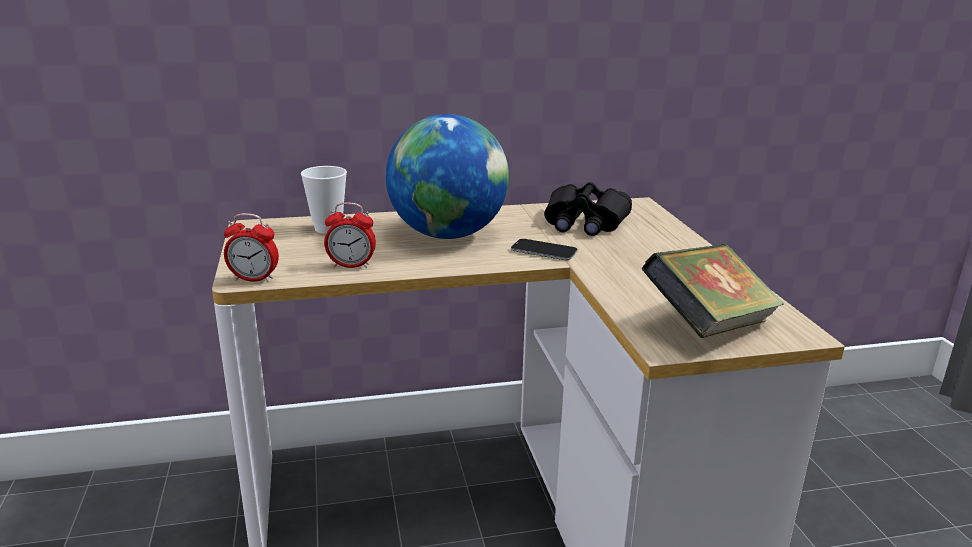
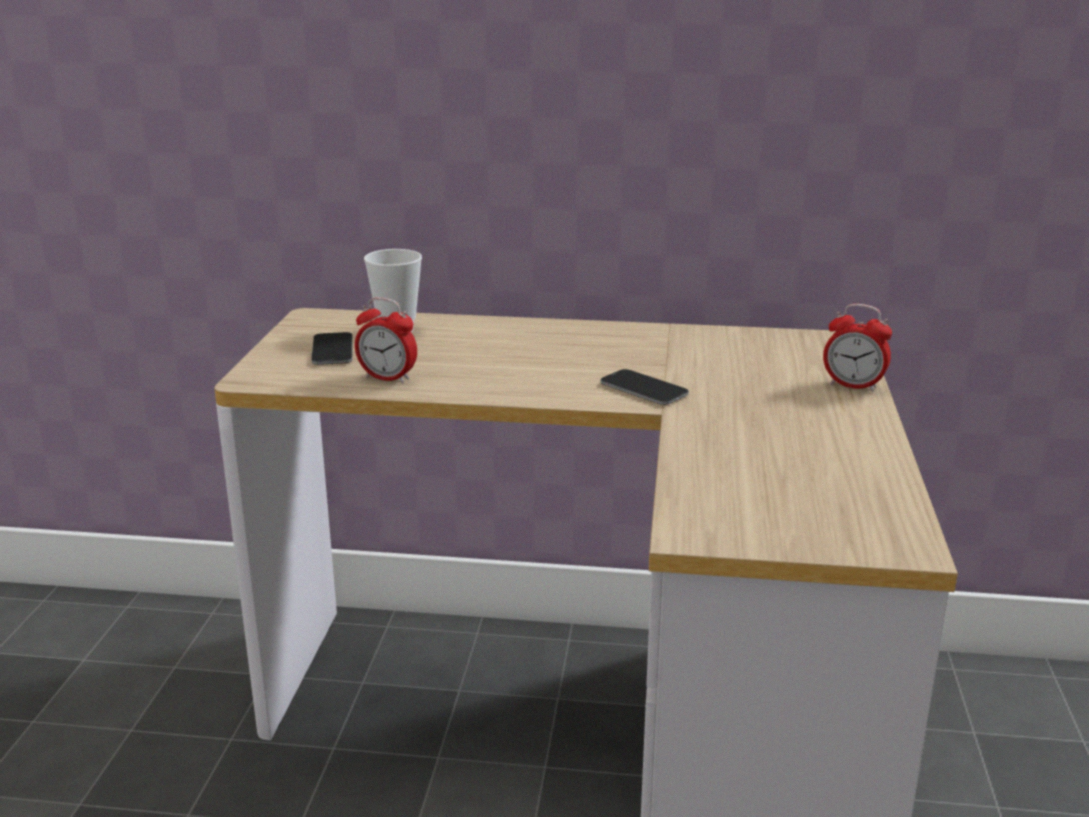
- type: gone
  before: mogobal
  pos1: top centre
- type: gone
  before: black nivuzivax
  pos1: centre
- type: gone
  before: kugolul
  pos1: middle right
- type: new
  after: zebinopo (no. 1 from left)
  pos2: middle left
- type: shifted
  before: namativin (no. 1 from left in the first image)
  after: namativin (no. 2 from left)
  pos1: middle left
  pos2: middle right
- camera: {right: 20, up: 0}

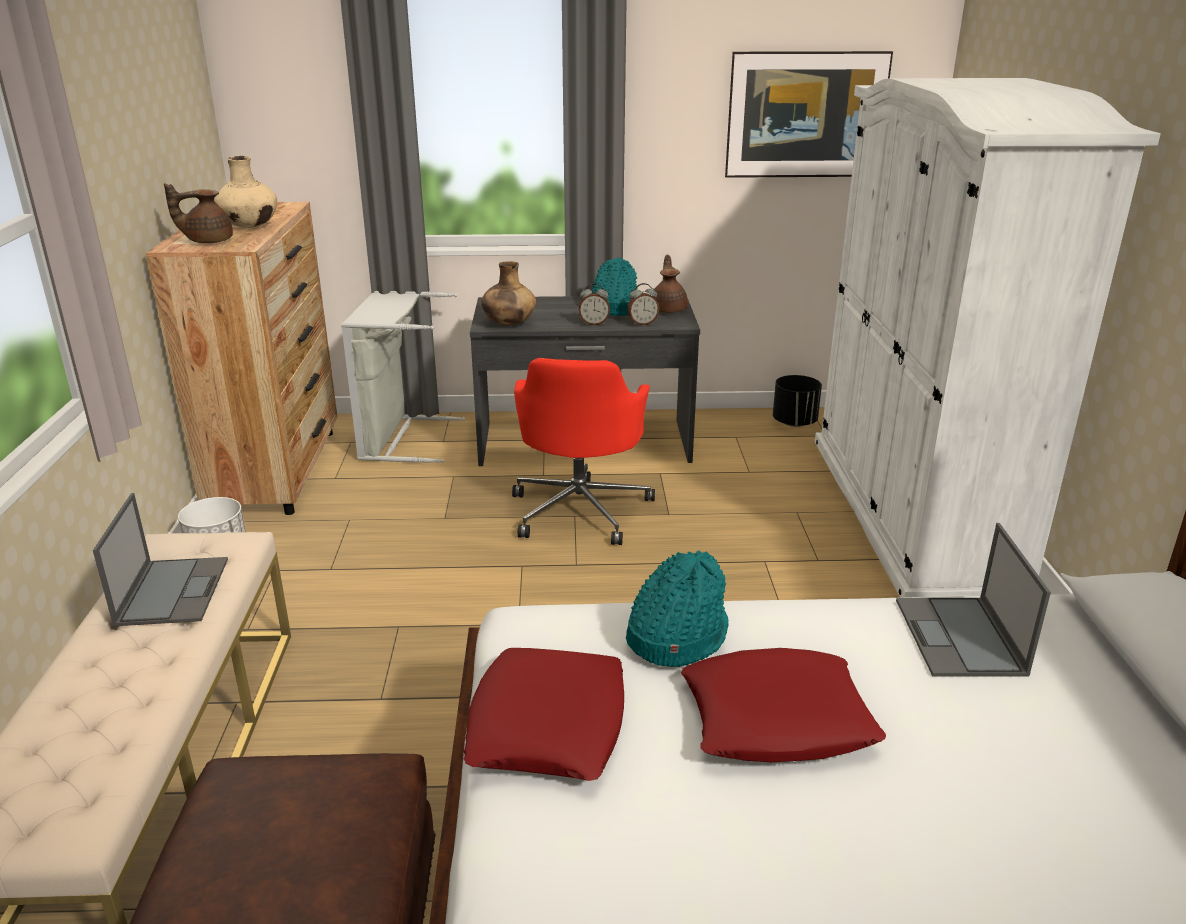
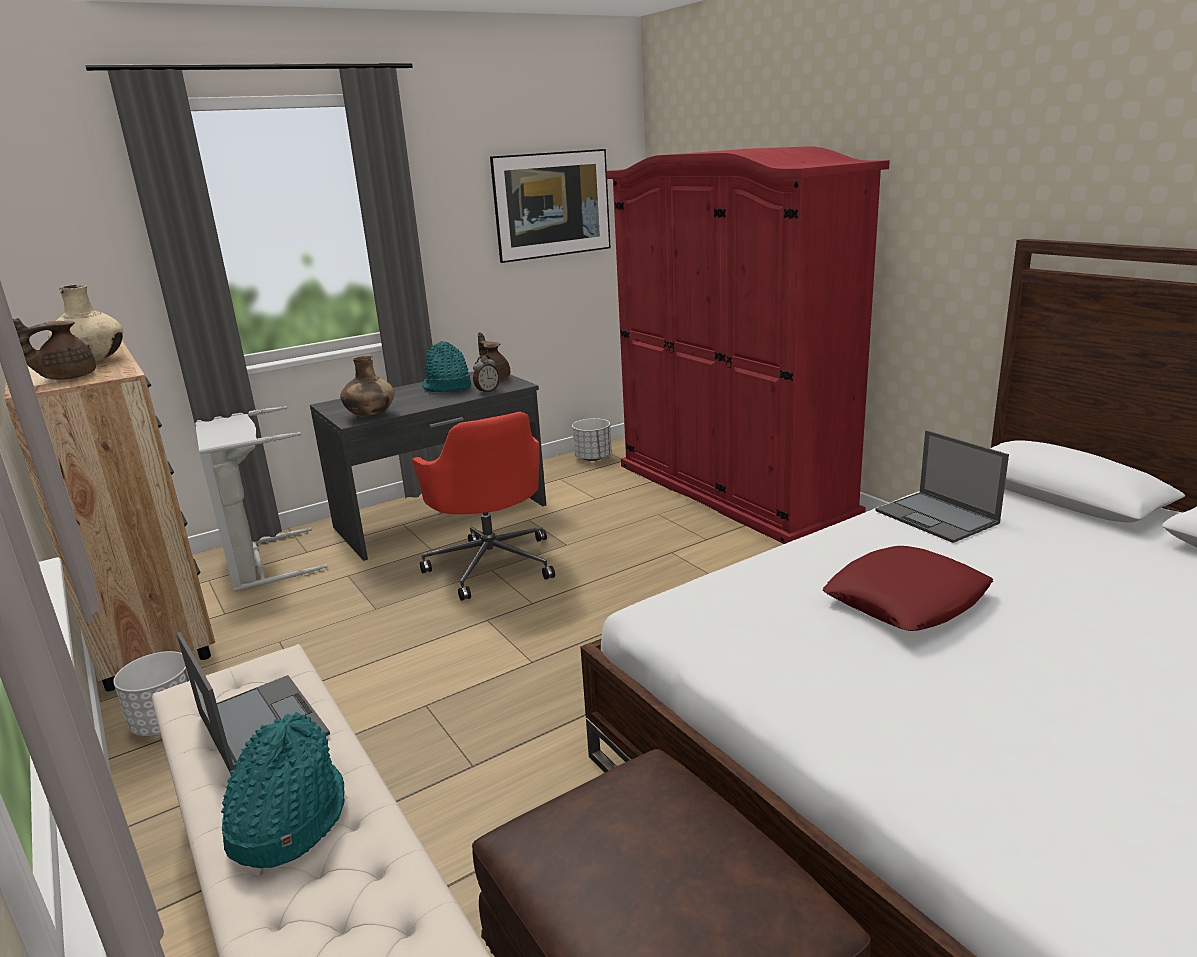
- type: gone
  before: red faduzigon (no. 1 from left)
  pos1: bottom centre
- type: gone
  before: namativin (no. 1 from left)
  pos1: top centre
- type: shifted
  before: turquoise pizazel (no. 2 from left in the first image)
  after: turquoise pizazel (no. 1 from left)
  pos1: centre
  pos2: bottom left
- type: repainted
  before: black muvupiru
  after: white muvupiru (no. 2 from left)
  pos1: middle right
  pos2: centre
- type: repainted
  before: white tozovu
  after: red tozovu
  pos1: middle right
  pos2: centre
- camera: {right: -30, up: -5}

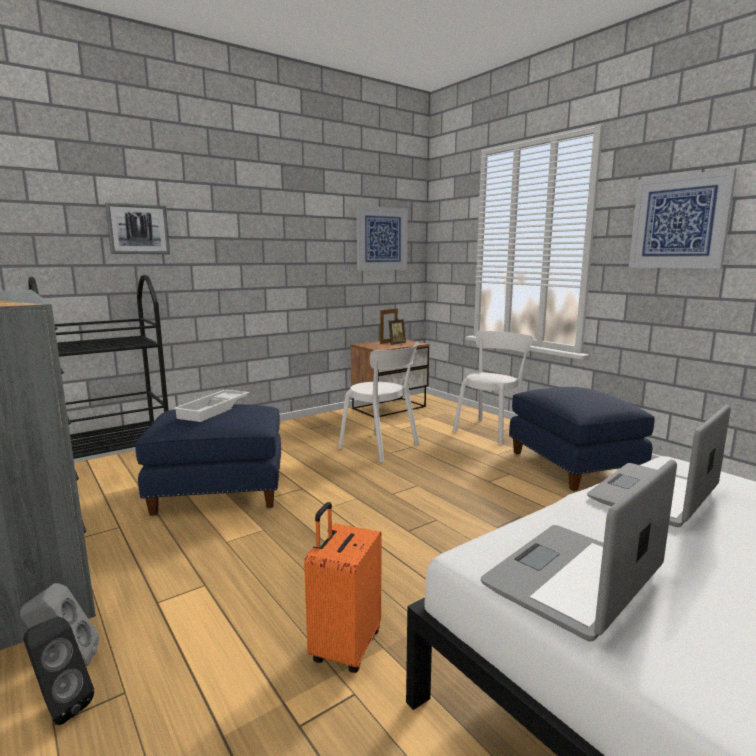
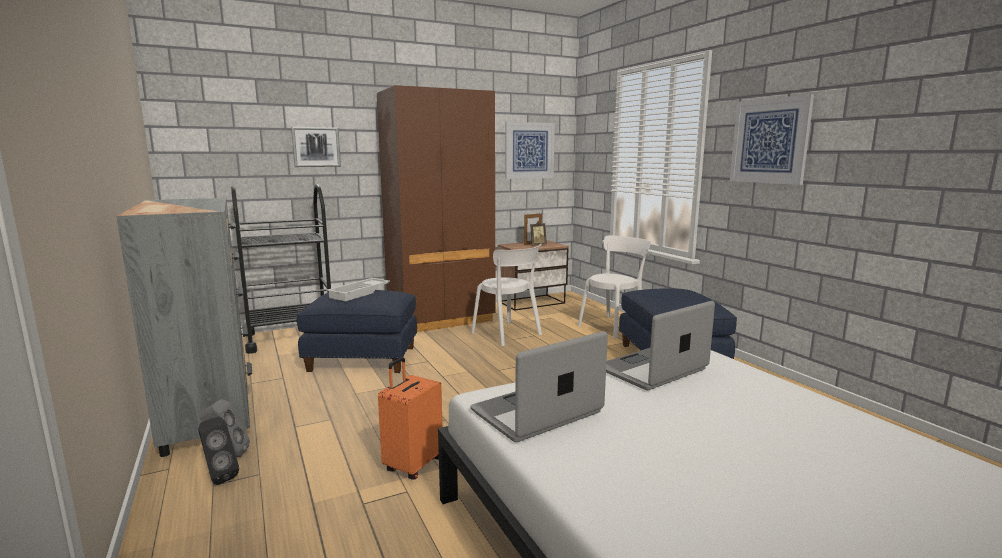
- type: new
  after: brown tozovu
  pos2: centre
- camera: {right: 10, up: 0}

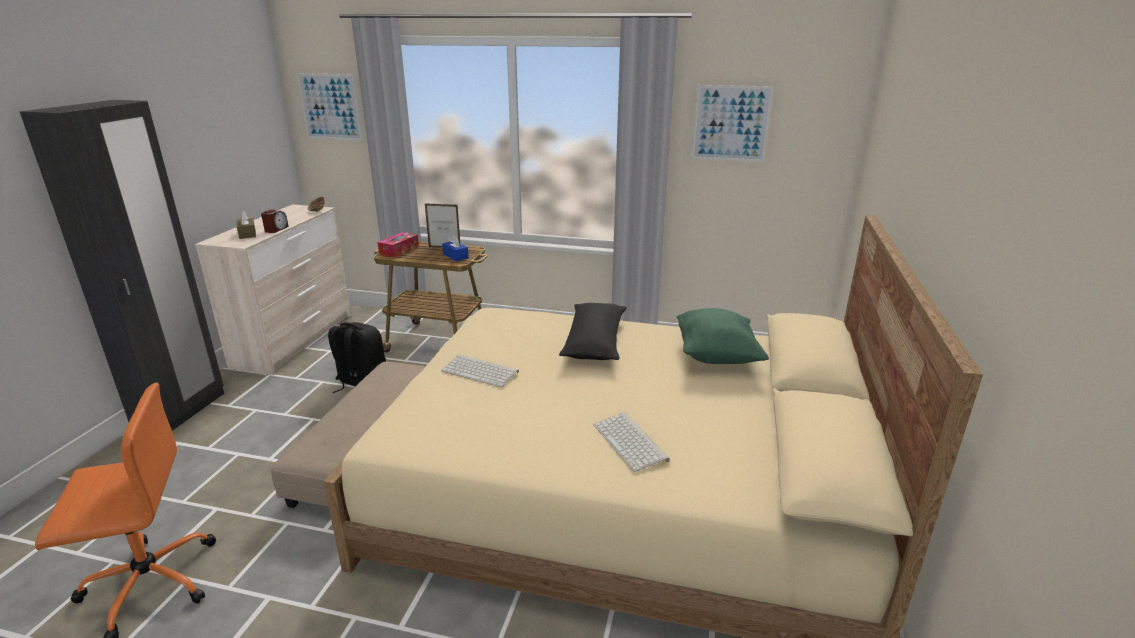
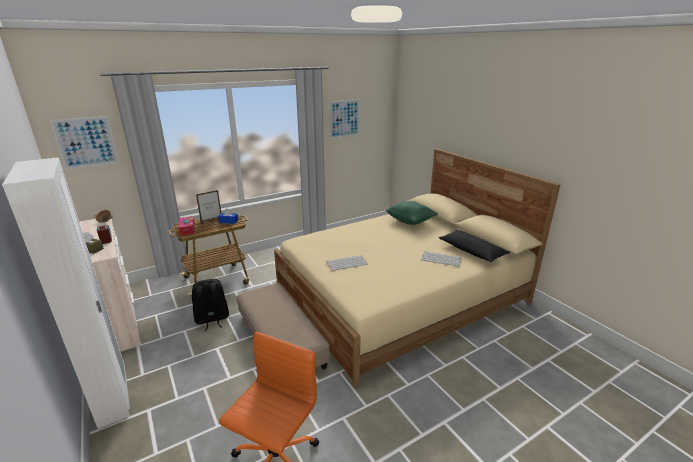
- type: shifted
  before: black faduzigon
  pos1: centre
  pos2: middle right
- type: repainted
  before: black tozovu
  after: white tozovu
  pos1: middle left
  pos2: middle left
- camera: {right: -45, up: 0}

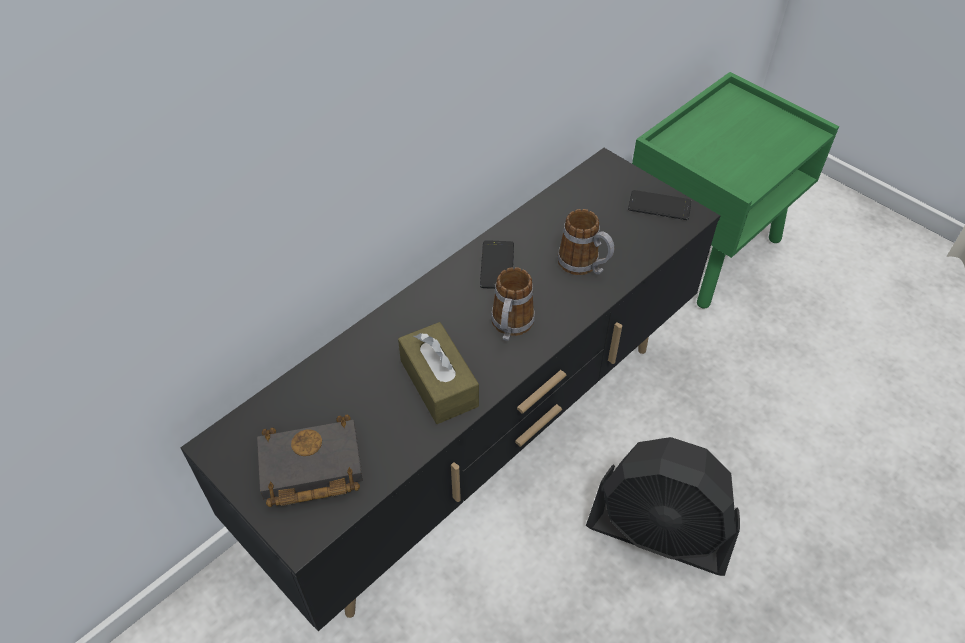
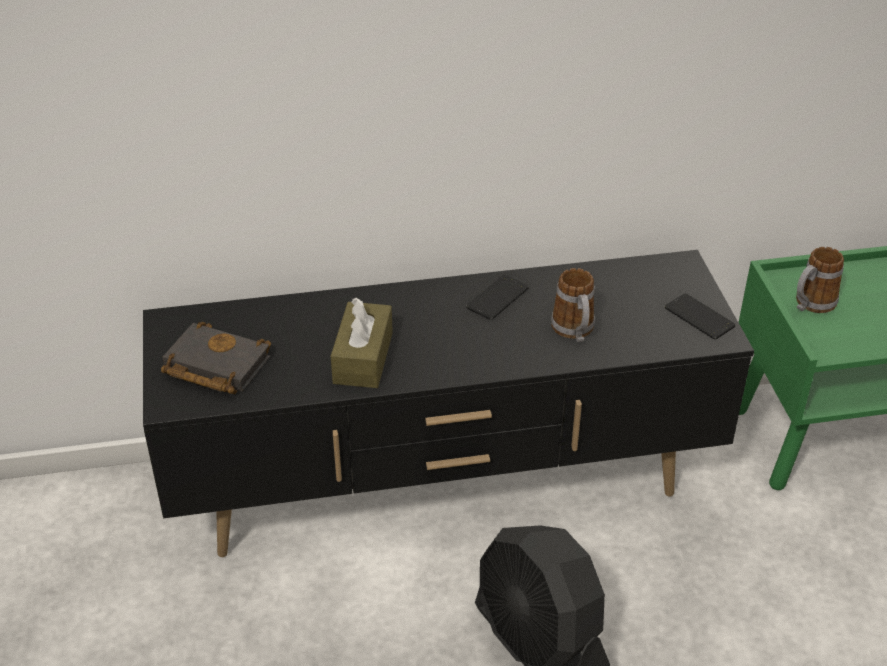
- type: shifted
  before: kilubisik (no. 1 from left in the first image)
  after: kilubisik (no. 2 from left)
  pos1: centre
  pos2: middle right
- camera: {right: 35, up: -10}

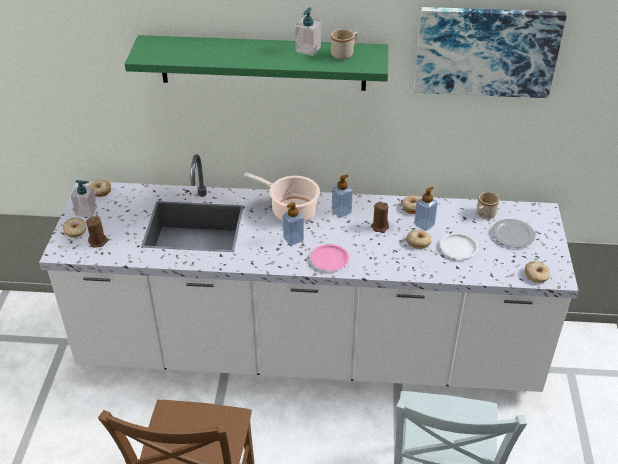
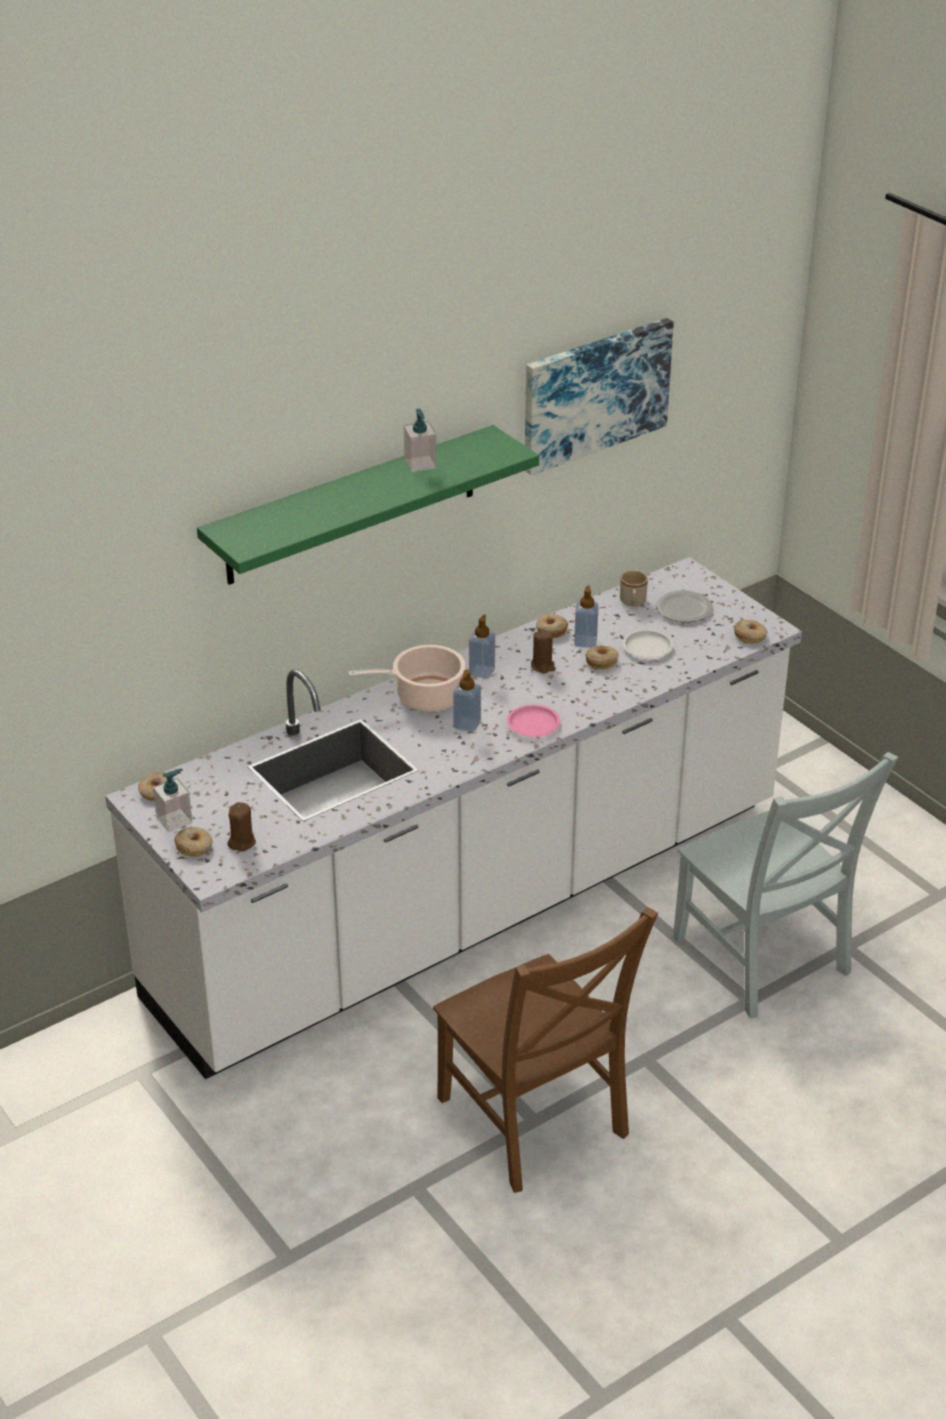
- type: gone
  before: beige kilubisik (no. 1 from left)
  pos1: top centre
- camera: {right: -40, up: -5}

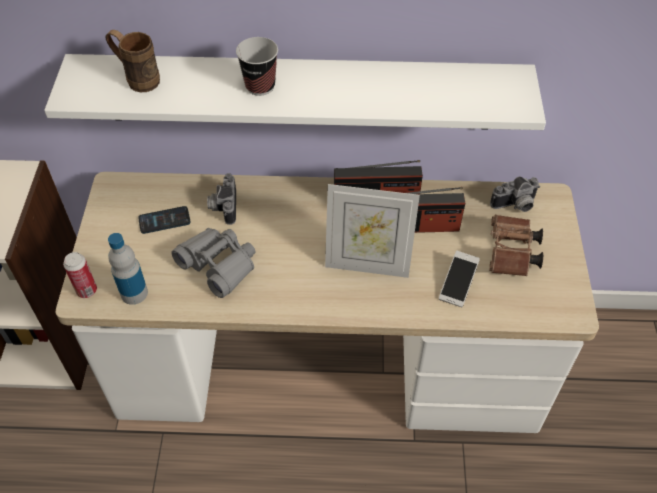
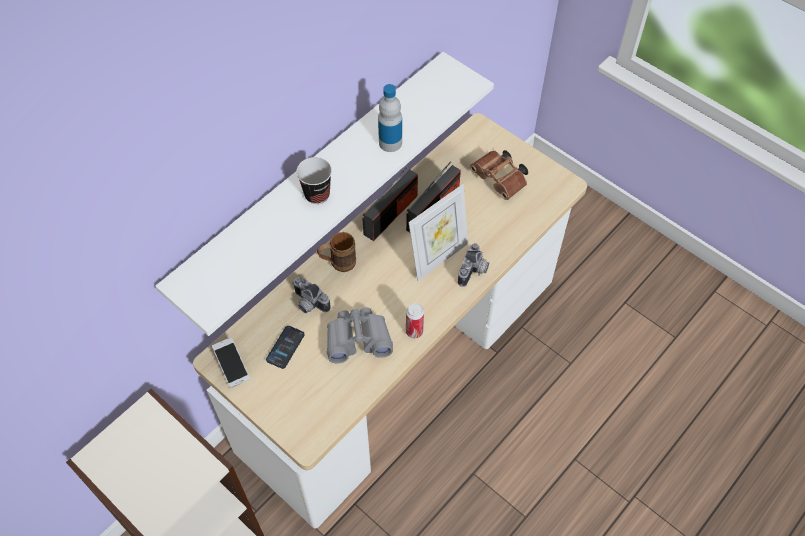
- type: shifted
  before: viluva
  pos1: middle left
  pos2: centre
- type: shifted
  before: brown kilubisik
  pos1: top left
  pos2: centre
- type: shifted
  before: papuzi
  pos1: middle left
  pos2: top centre
- type: shifted
  before: zebinopo (no. 2 from left in the first image)
  after: zebinopo (no. 1 from left)
  pos1: middle right
  pos2: bottom left
- type: shifted
  before: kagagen (no. 2 from left)
  pos1: middle right
  pos2: centre
- camera: {right: -50, up: 5}

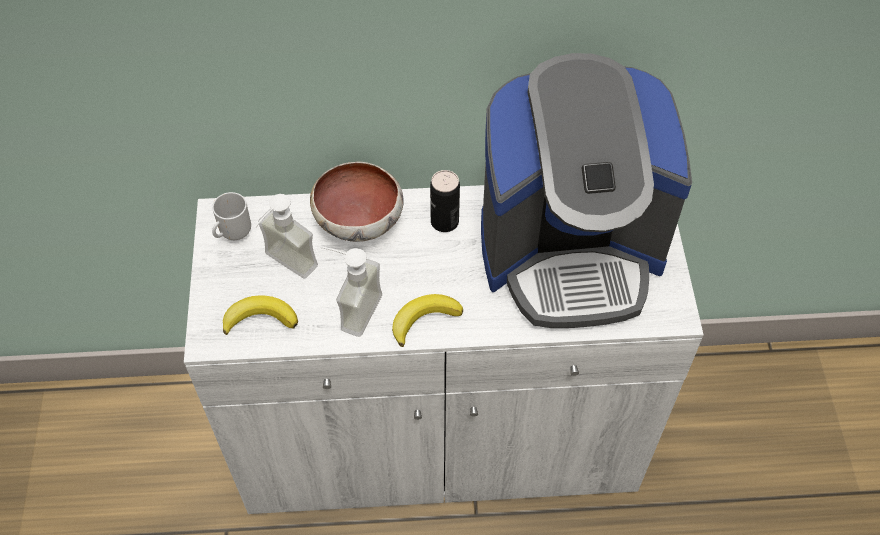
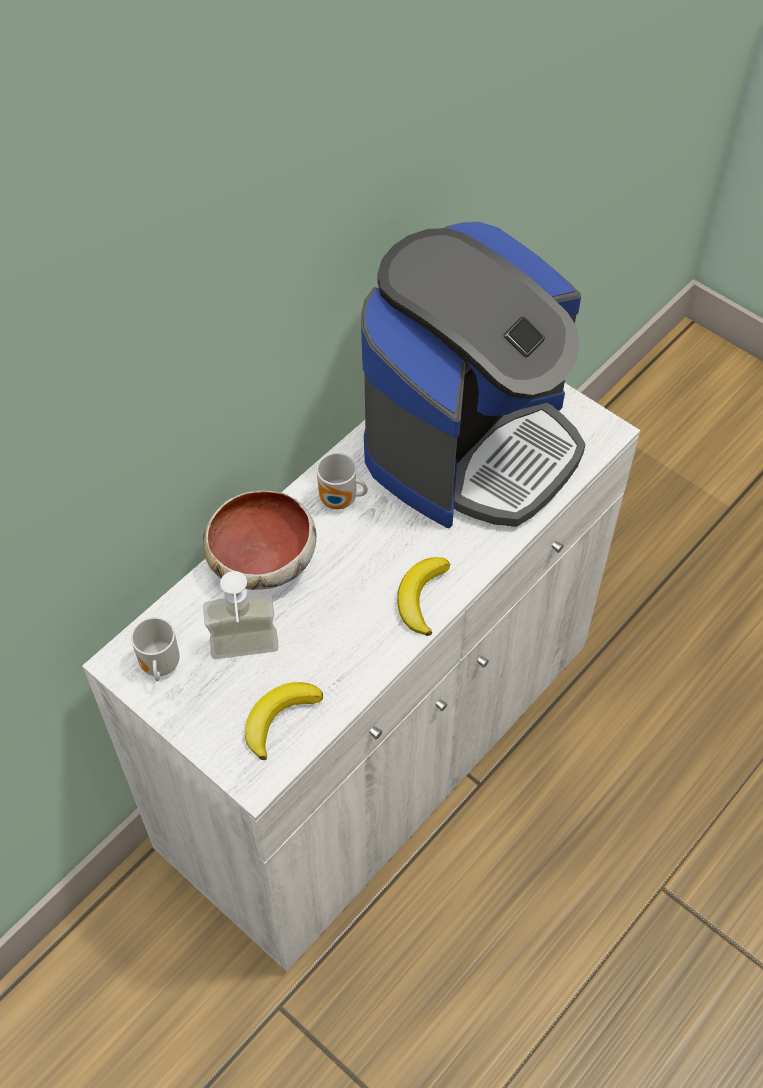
- type: gone
  before: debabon (no. 2 from left)
  pos1: centre
- type: swapped
  before: viluva
  after: kilubisik (no. 2 from left)
  pos1: centre
  pos2: centre
- camera: {right: -45, up: 0}

